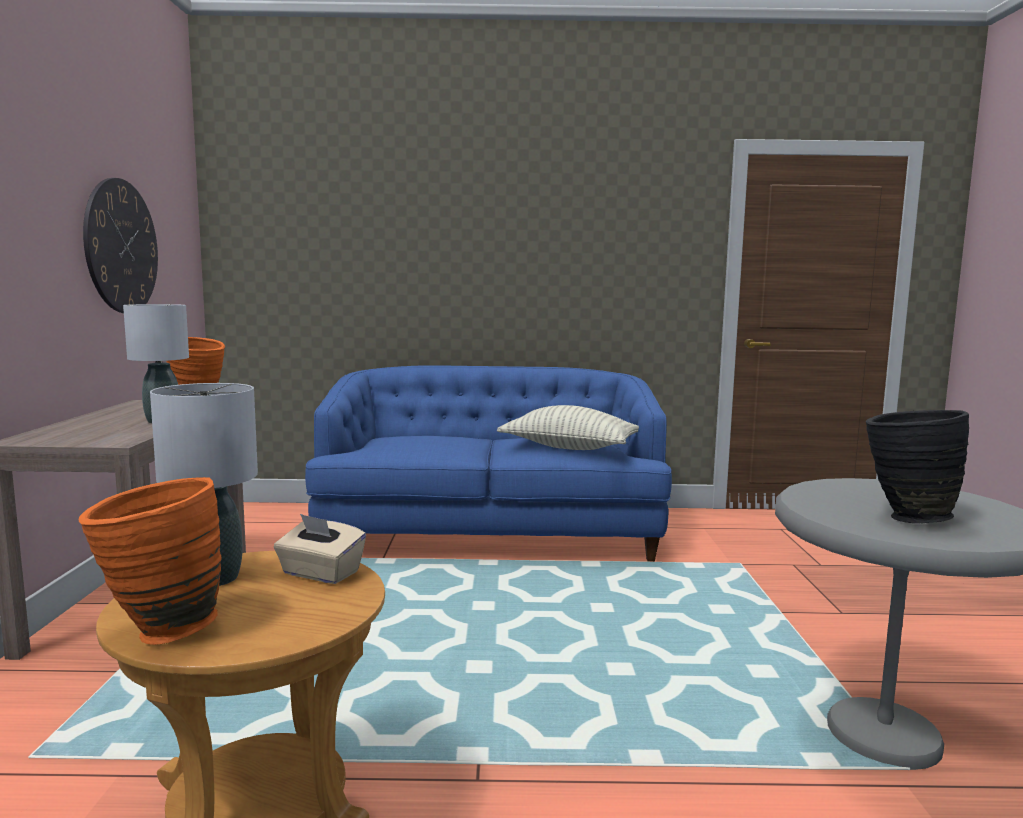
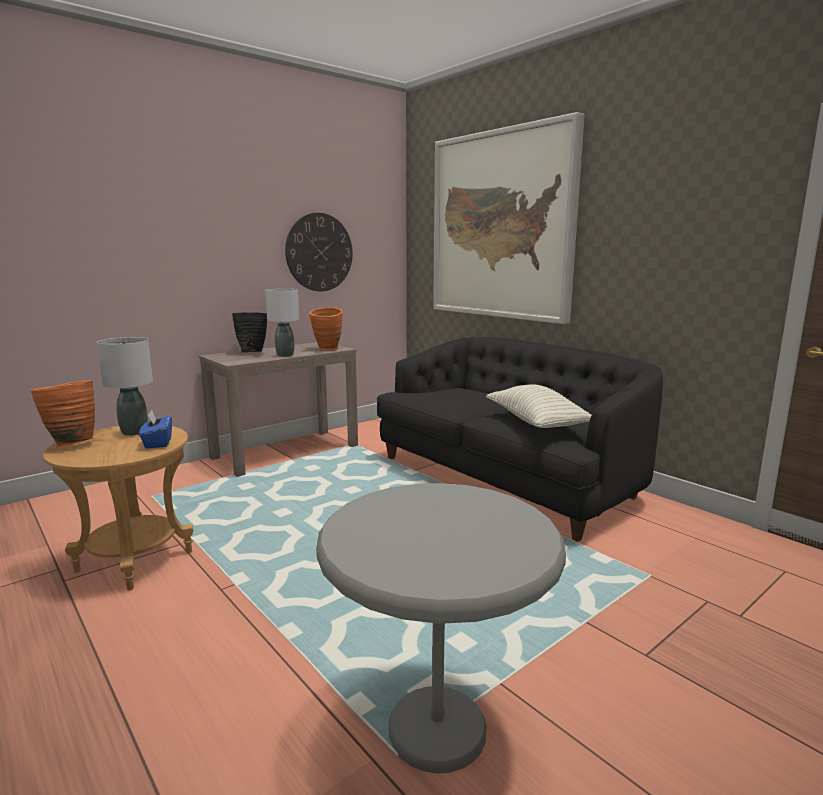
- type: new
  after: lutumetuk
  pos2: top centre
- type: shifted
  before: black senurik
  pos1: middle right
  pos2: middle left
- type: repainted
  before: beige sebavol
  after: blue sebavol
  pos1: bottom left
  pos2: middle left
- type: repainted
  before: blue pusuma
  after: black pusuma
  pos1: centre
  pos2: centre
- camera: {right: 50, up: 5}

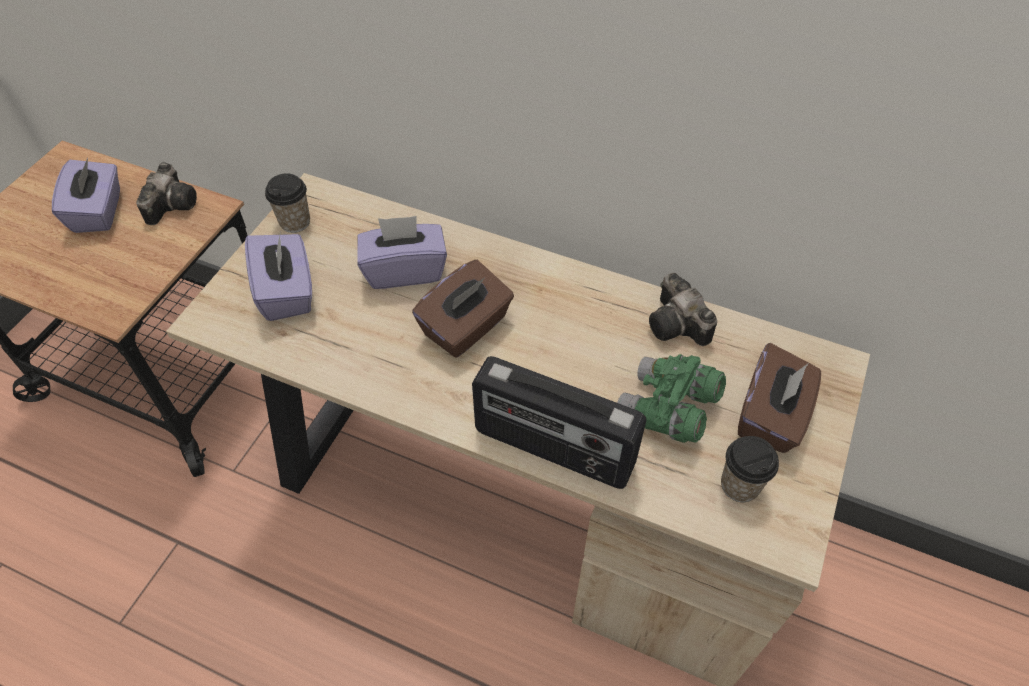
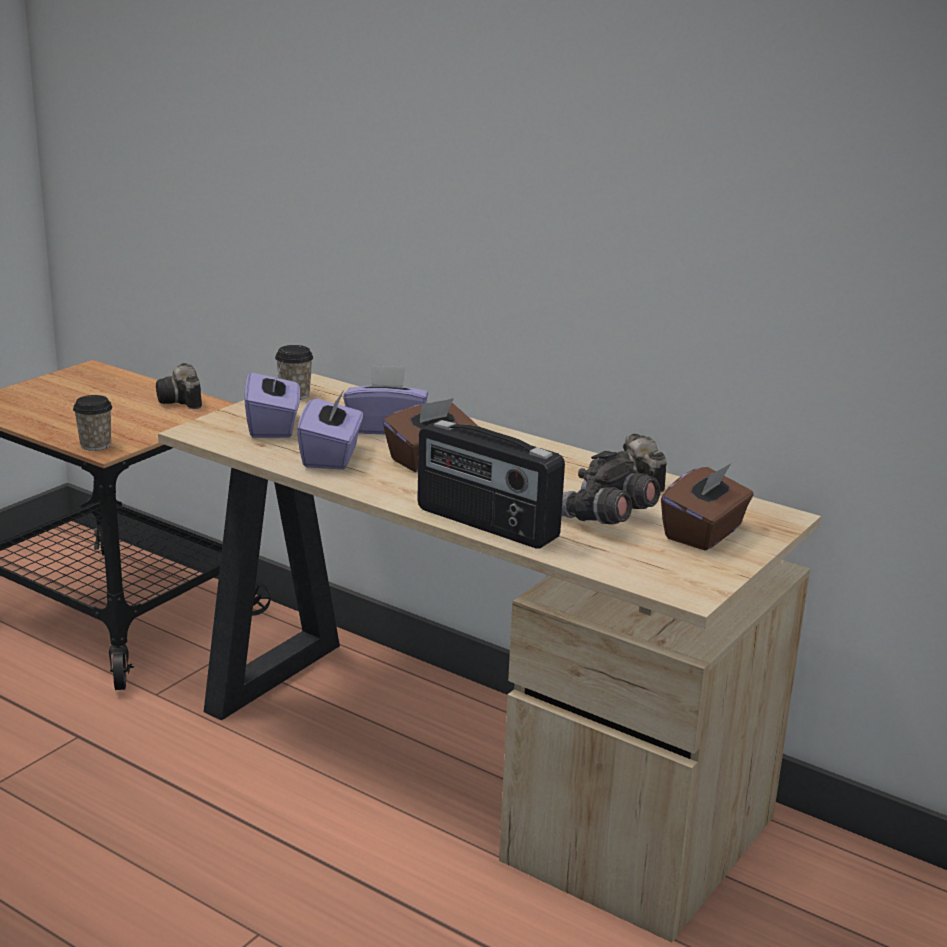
- type: shifted
  before: purple sebavol (no. 1 from left in the first image)
  after: purple sebavol (no. 2 from left)
  pos1: top left
  pos2: centre
- type: shifted
  before: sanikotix (no. 2 from left in the first image)
  after: sanikotix (no. 1 from left)
  pos1: bottom right
  pos2: middle left
- type: repainted
  before: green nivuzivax
  after: grey nivuzivax
  pos1: centre
  pos2: centre
- type: rotated
  before: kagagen (no. 1 from left)
  pos1: top left
  pos2: middle left
  turn: 135
- camera: {right: 10, up: -30}

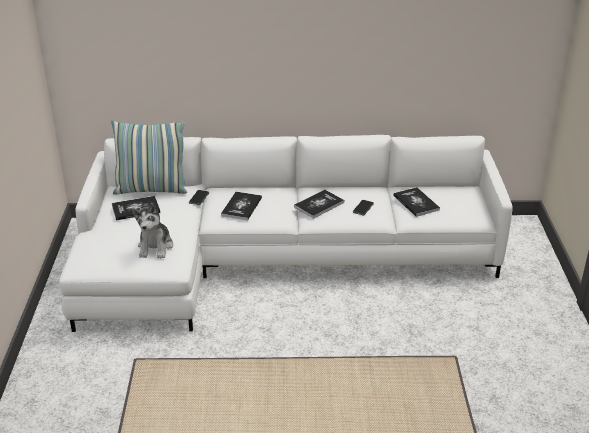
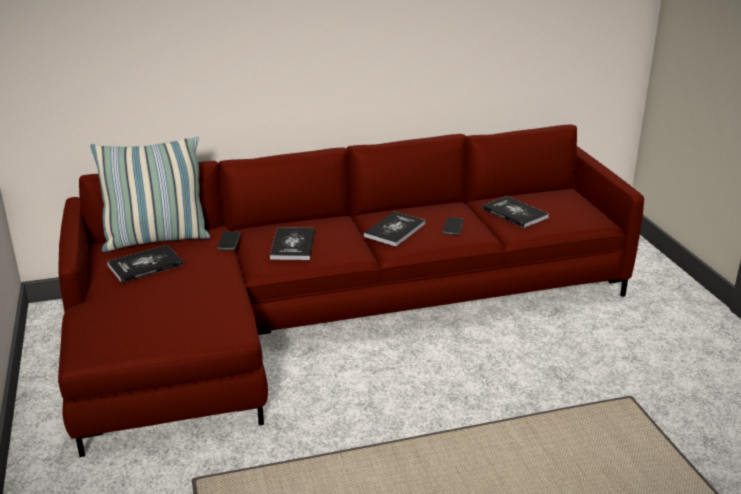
- type: gone
  before: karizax
  pos1: middle left
- type: repainted
  before: white pusuma
  after: red pusuma
  pos1: centre
  pos2: centre
- camera: {right: -15, up: -5}

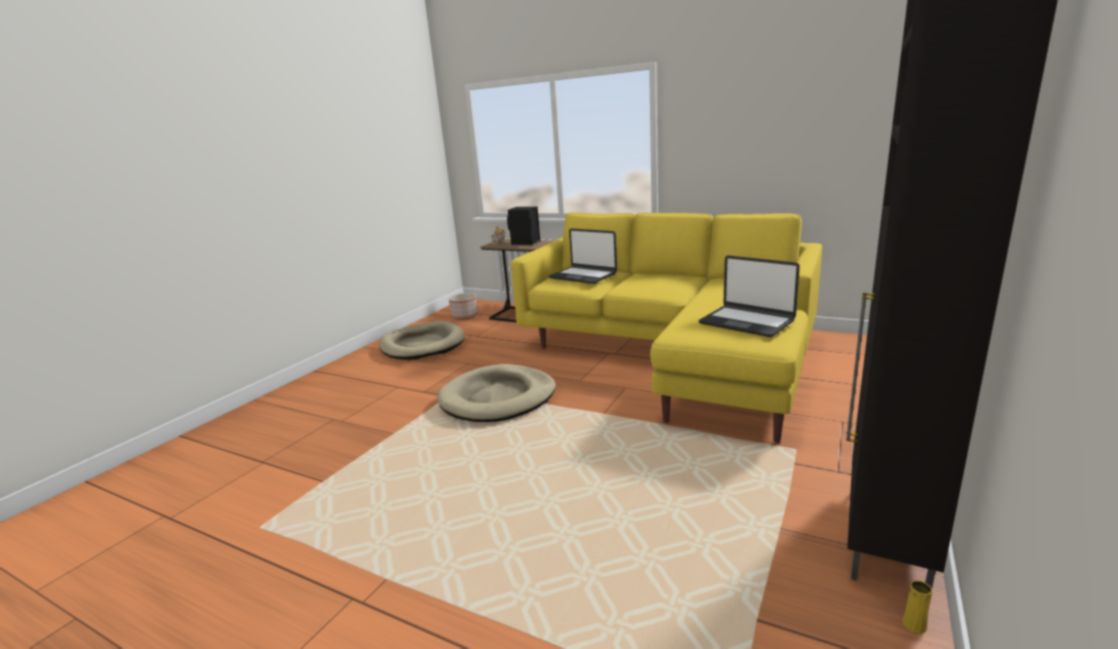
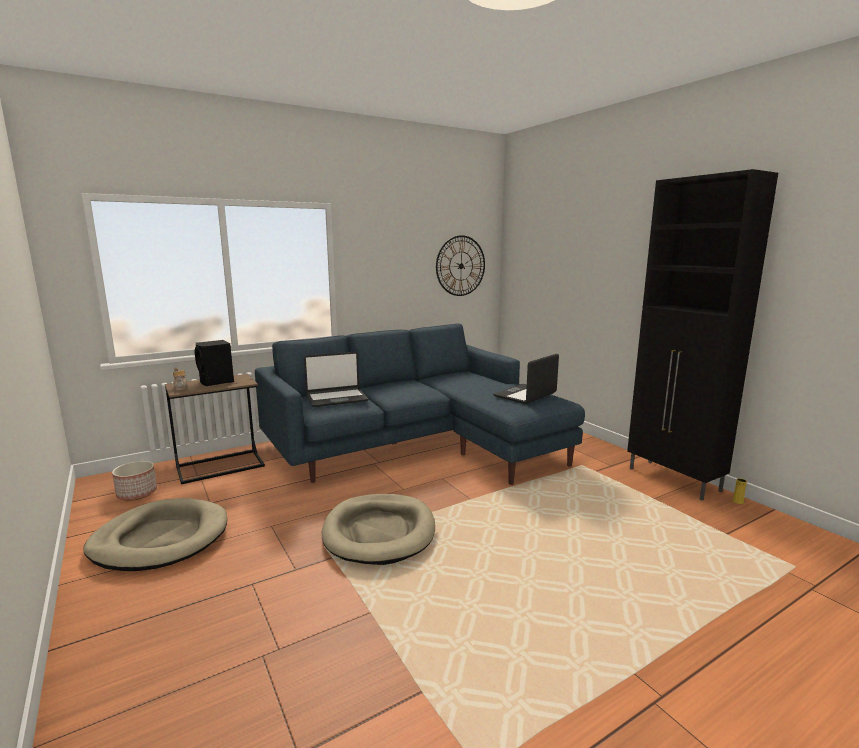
- type: new
  after: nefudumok
  pos2: centre
- type: repainted
  before: yellow pusuma
  after: blue pusuma
  pos1: centre
  pos2: centre
- type: rotated
  before: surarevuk (no. 2 from left)
  pos1: middle right
  pos2: centre
  turn: 150
- camera: {right: -60, up: -5}

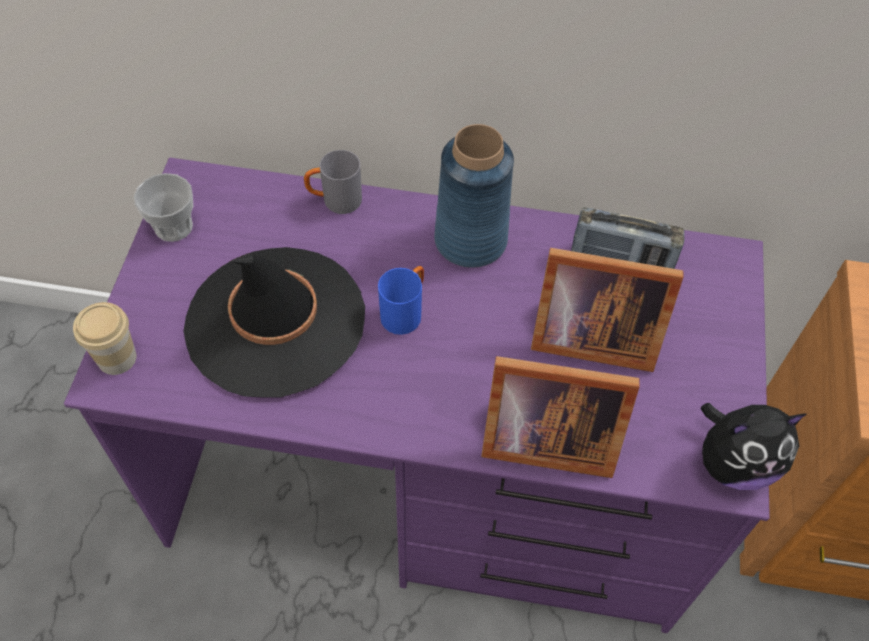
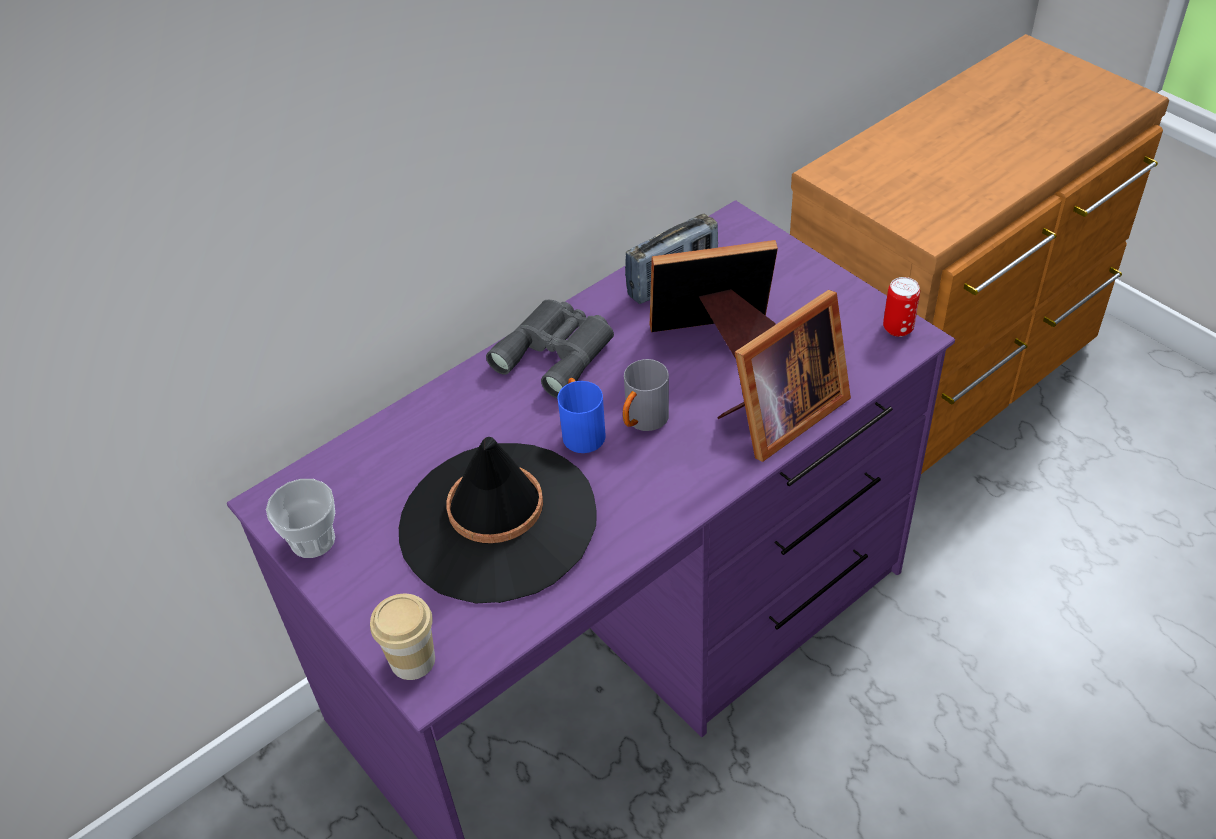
- type: shifted
  before: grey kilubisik
  pos1: top centre
  pos2: centre
- type: swapped
  before: blue senurik
  after: grey nivuzivax
  pos1: top centre
  pos2: centre
- type: swapped
  before: karizax
  after: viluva
  pos1: bottom right
  pos2: middle right
- type: rotated
  before: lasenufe (no. 2 from left in the first image)
  pos1: middle right
  pos2: centre
  turn: -150
- camera: {right: -45, up: -10}

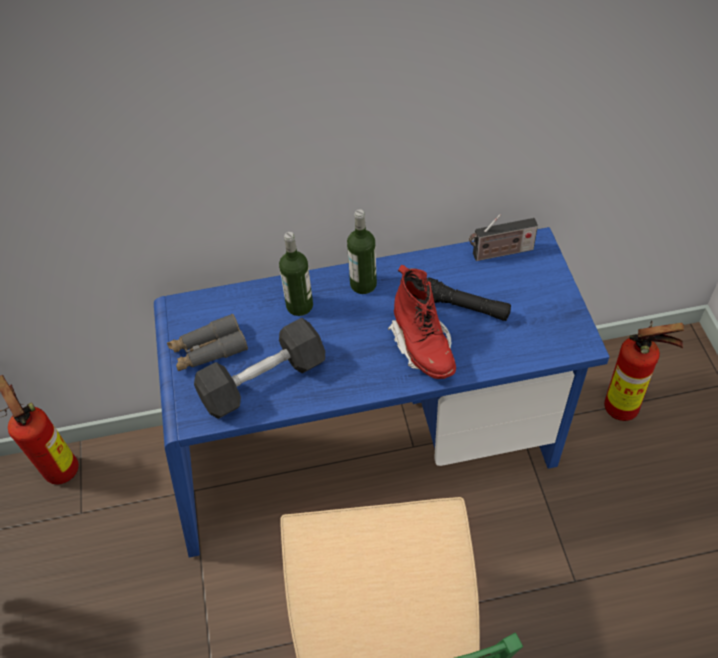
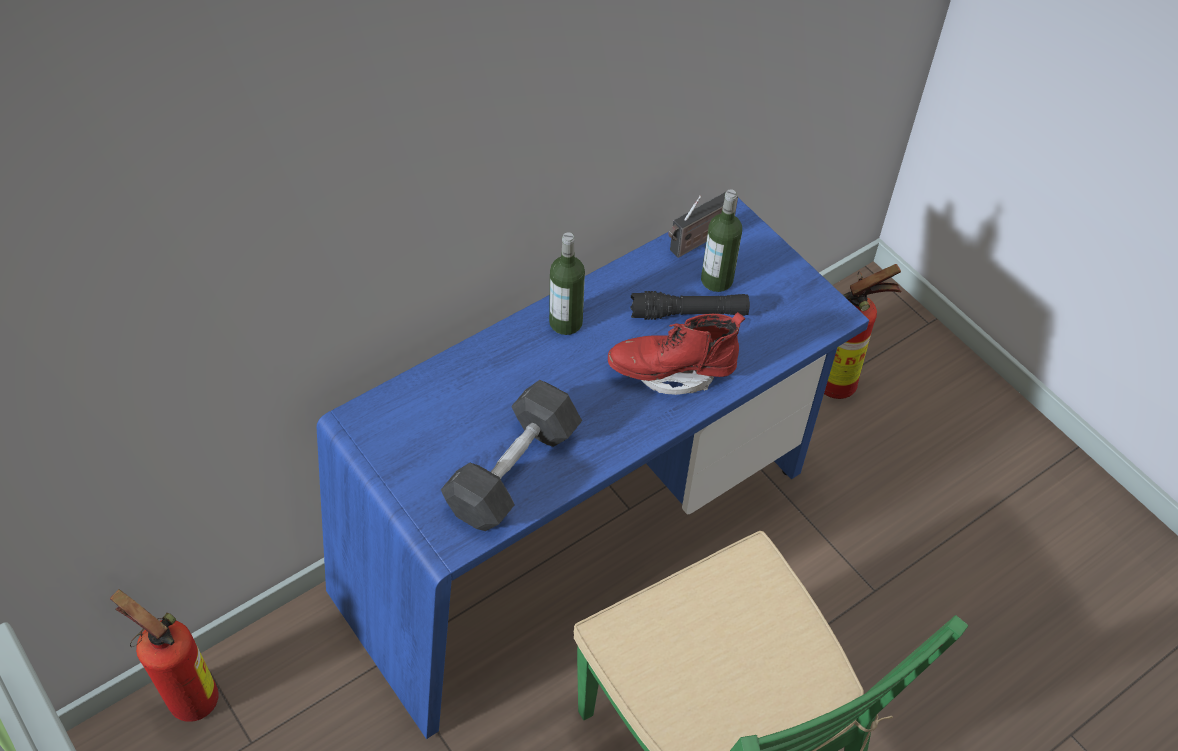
- type: gone
  before: grey nivuzivax
  pos1: middle left
- type: shifted
  before: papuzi (no. 1 from left in the first image)
  after: papuzi (no. 2 from left)
  pos1: centre
  pos2: top centre
- type: rotated
  before: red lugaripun
  pos1: centre
  pos2: centre
  turn: 135
- camera: {right: -30, up: 0}

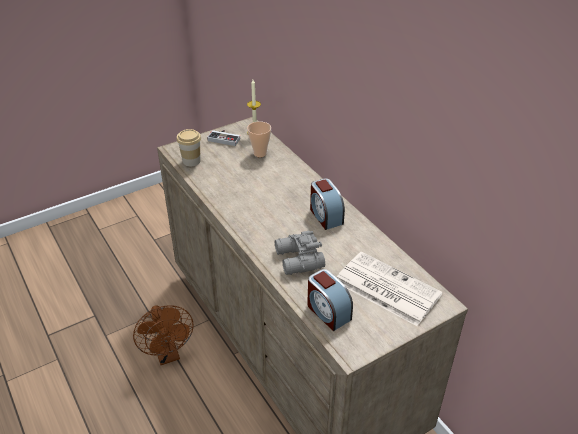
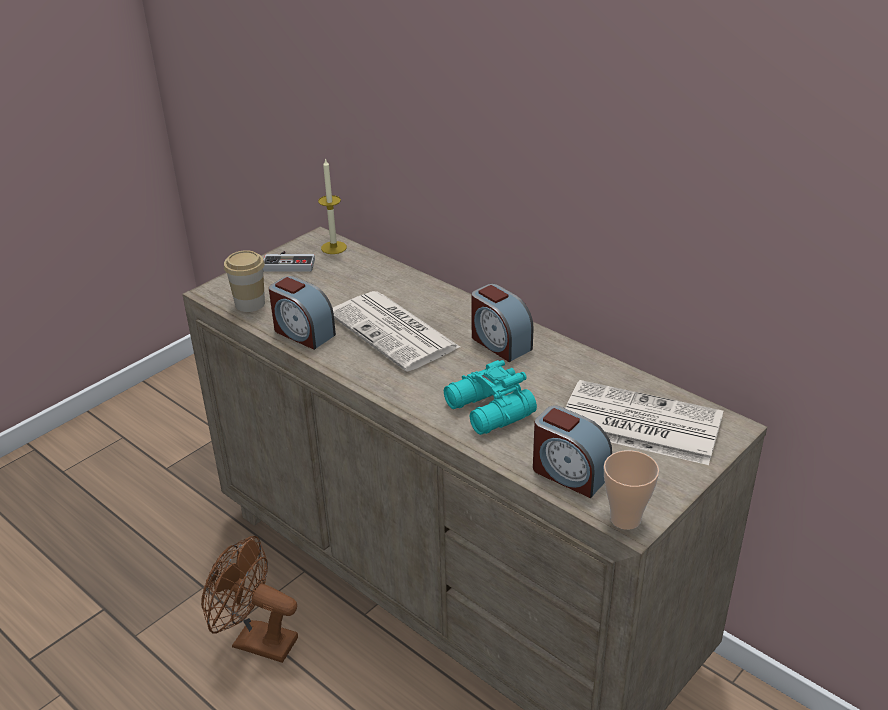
- type: new
  after: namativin (no. 1 from left)
  pos2: centre
- type: new
  after: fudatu (no. 1 from left)
  pos2: centre
- type: shifted
  before: sanikotix (no. 2 from left)
  pos1: top centre
  pos2: bottom right
- type: repainted
  before: grey nivuzivax
  after: turquoise nivuzivax
  pos1: centre
  pos2: centre
- type: rotated
  before: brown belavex
  pos1: bottom left
  pos2: bottom left
  turn: 150
- camera: {right: -15, up: -5}

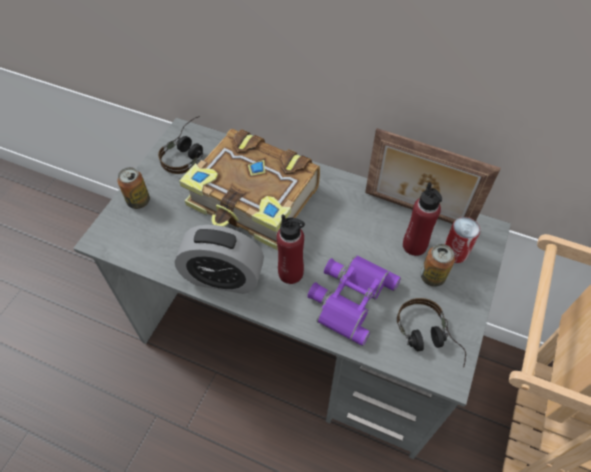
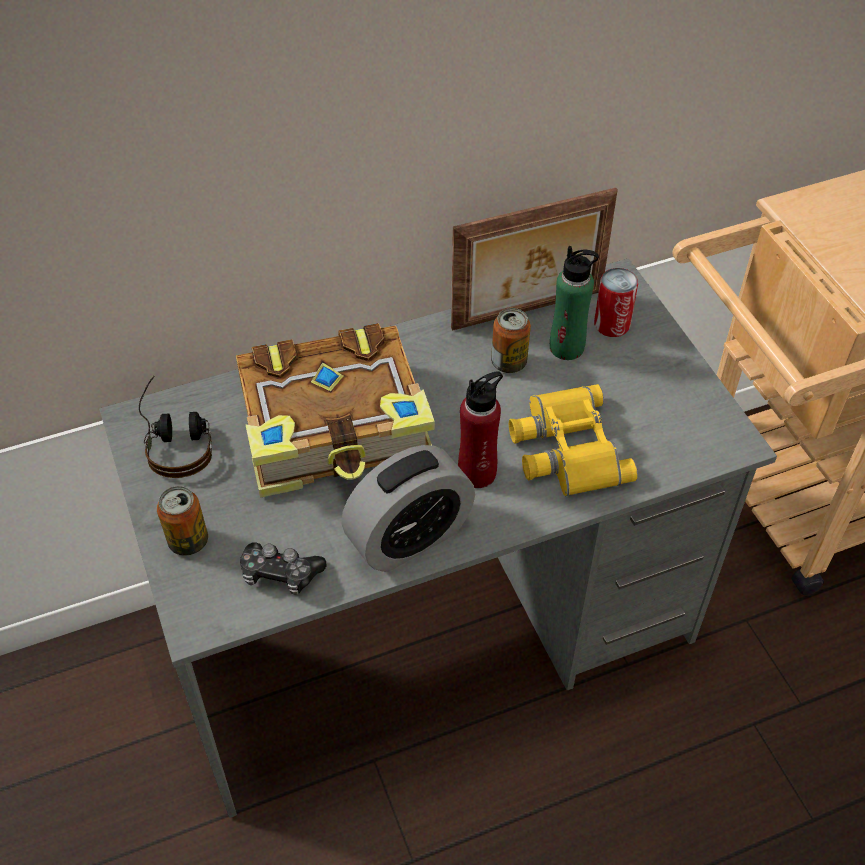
- type: gone
  before: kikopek (no. 2 from left)
  pos1: bottom right
- type: new
  after: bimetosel
  pos2: middle left
- type: shifted
  before: viluva (no. 2 from left)
  pos1: middle right
  pos2: centre
- type: repainted
  before: purple nivuzivax
  after: yellow nivuzivax
  pos1: centre
  pos2: centre
- type: repainted
  before: red papuzi (no. 2 from left)
  after: green papuzi
  pos1: middle right
  pos2: centre
- camera: {right: -45, up: -5}

